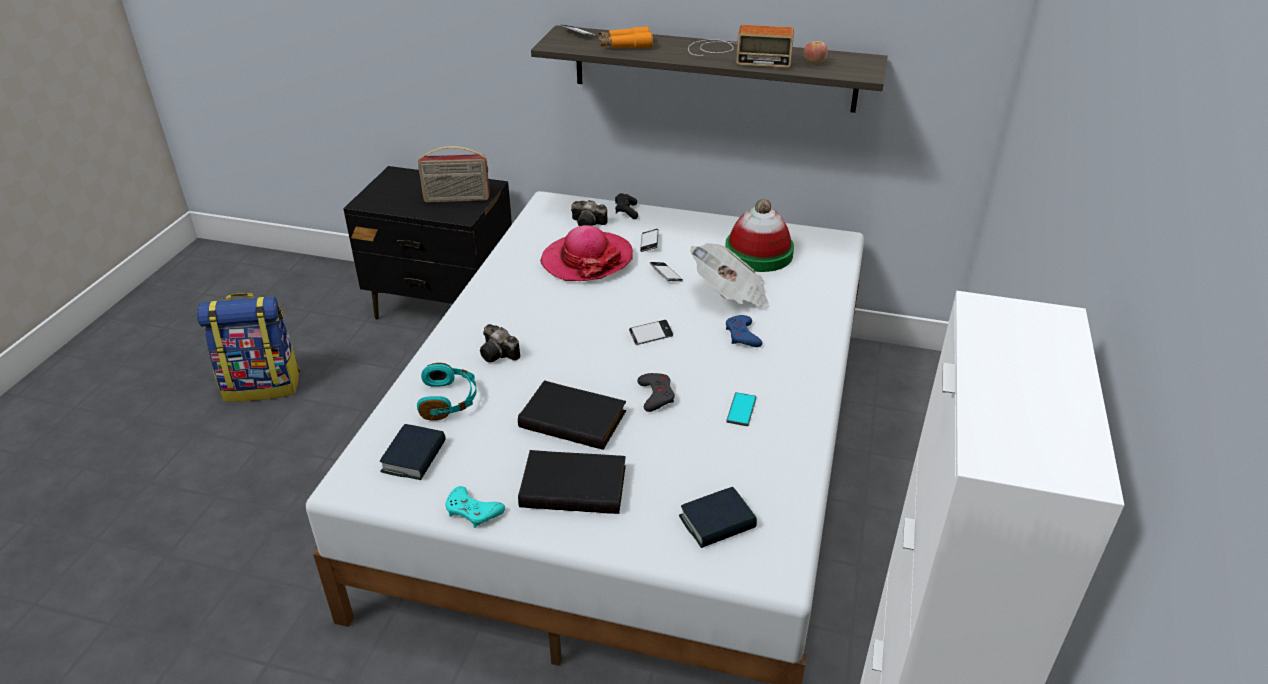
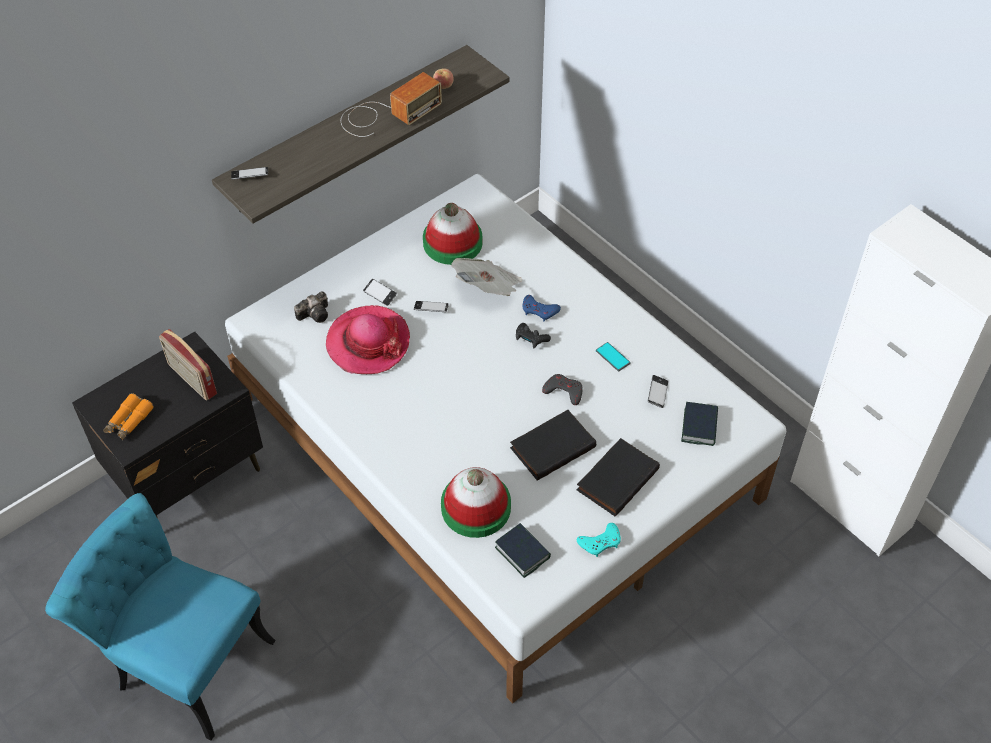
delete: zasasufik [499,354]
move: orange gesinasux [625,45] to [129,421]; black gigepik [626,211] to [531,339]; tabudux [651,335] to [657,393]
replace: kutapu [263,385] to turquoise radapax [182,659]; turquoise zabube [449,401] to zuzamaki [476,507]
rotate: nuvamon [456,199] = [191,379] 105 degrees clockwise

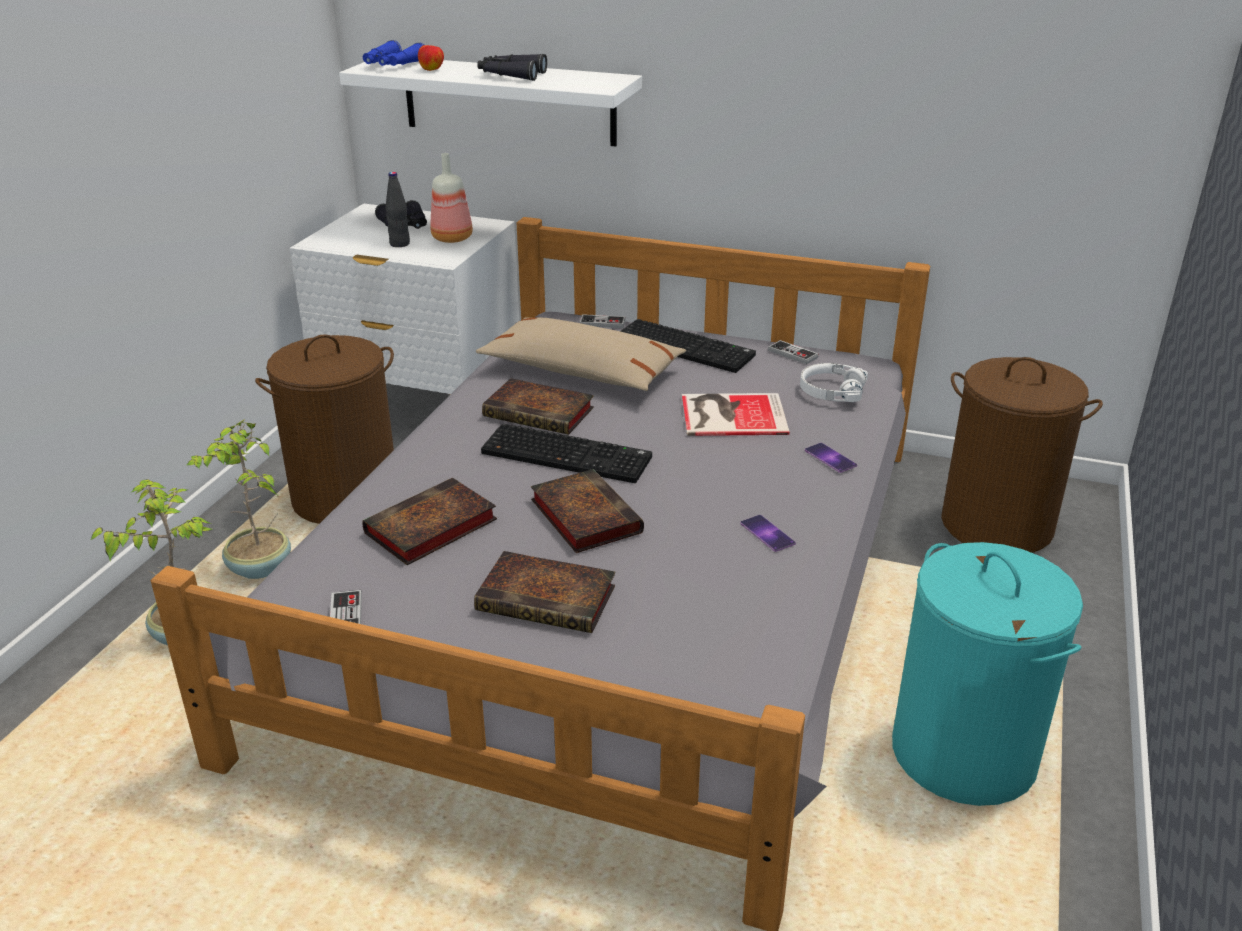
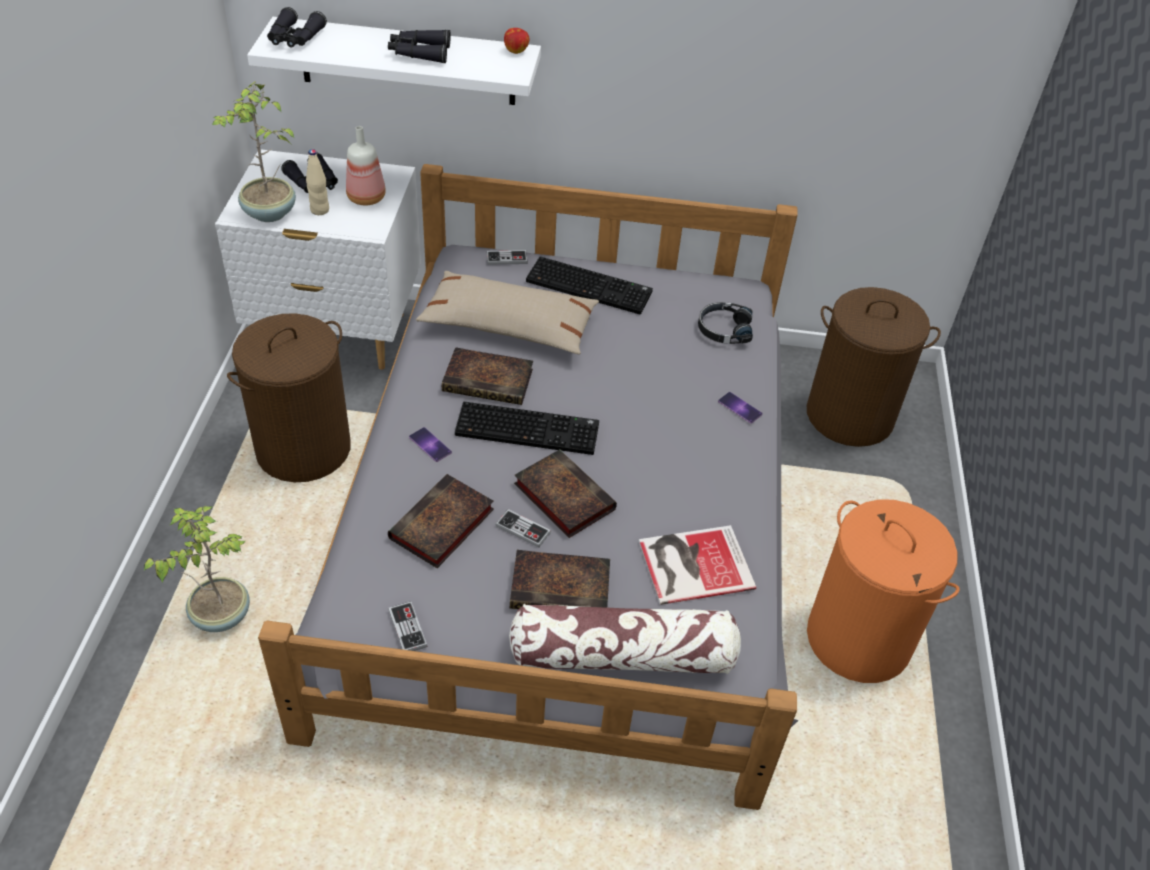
insert: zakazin [623,655]
move: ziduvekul [259,569] to [269,214]; tabudux [767,533] to [430,445]; gigepik [792,354] to [523,529]; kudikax [432,70] to [516,51]; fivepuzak [730,414] to [692,563]
recolor: blue gesinasux [392,65] to black gesinasux [294,38]; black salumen [400,244] to beige salumen [320,210]; white zabube [831,391] to black zabube [724,329]; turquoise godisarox [964,754] to orange godisarox [859,639]

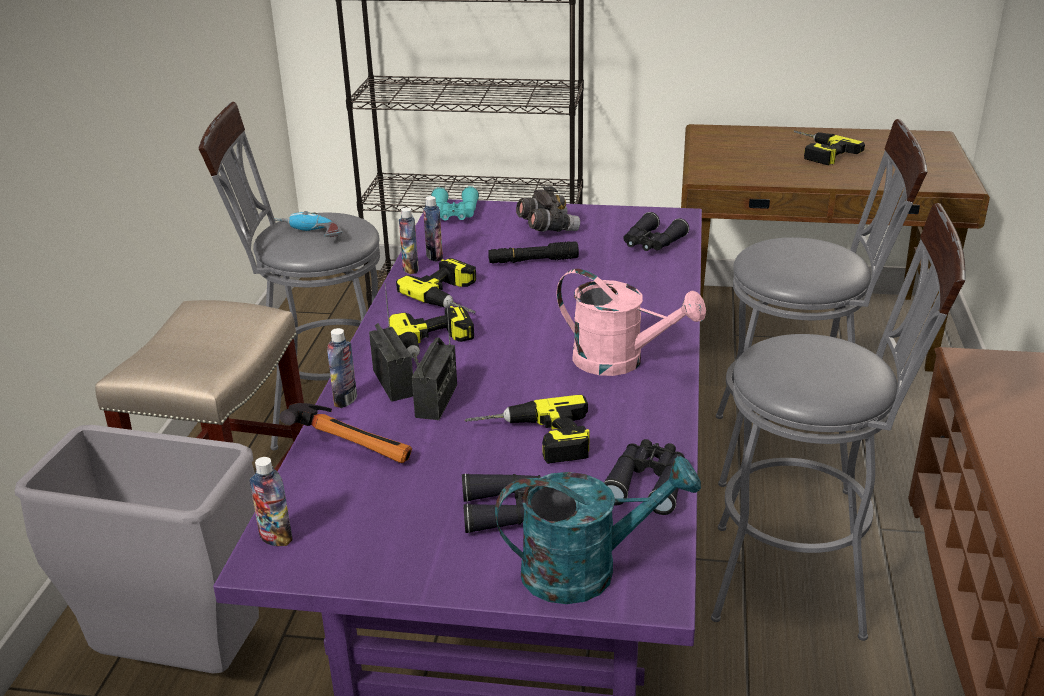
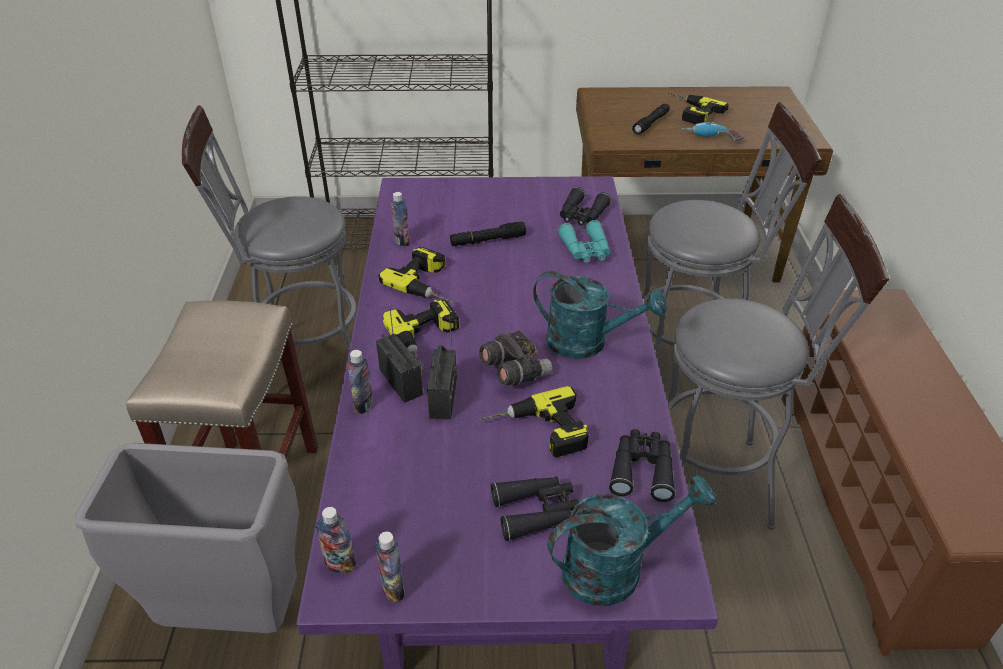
delete: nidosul [353,447]
insert: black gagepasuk [651,123]
move: salumen [410,269] to [393,589]; grey gesinasux [547,228] to [514,372]; turquoise gesinasux [454,214] to [586,250]; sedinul [309,235] to [710,139]
recolor: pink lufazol [620,361] to turquoise lufazol [587,342]

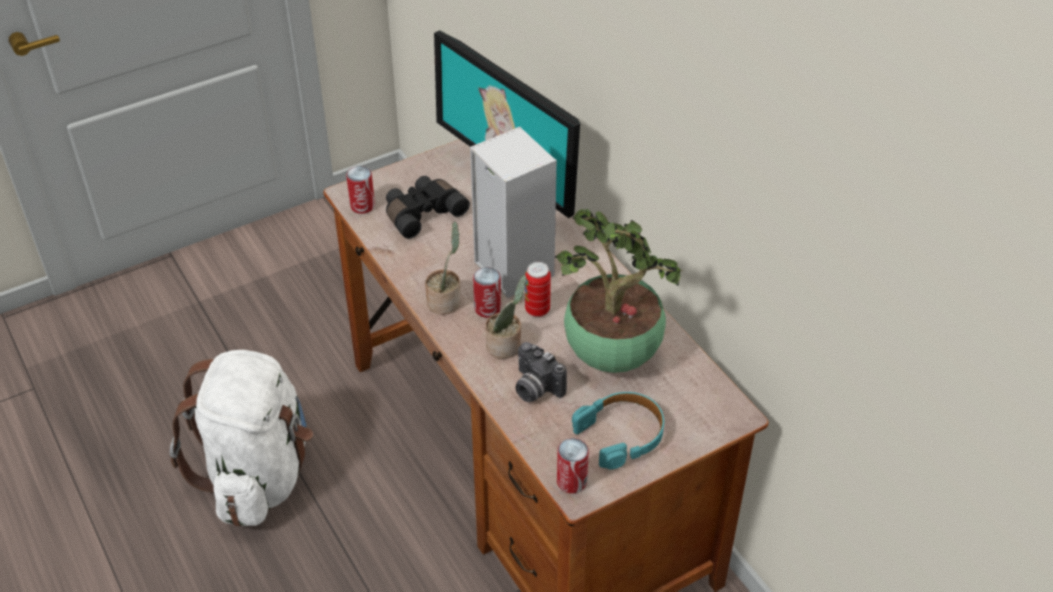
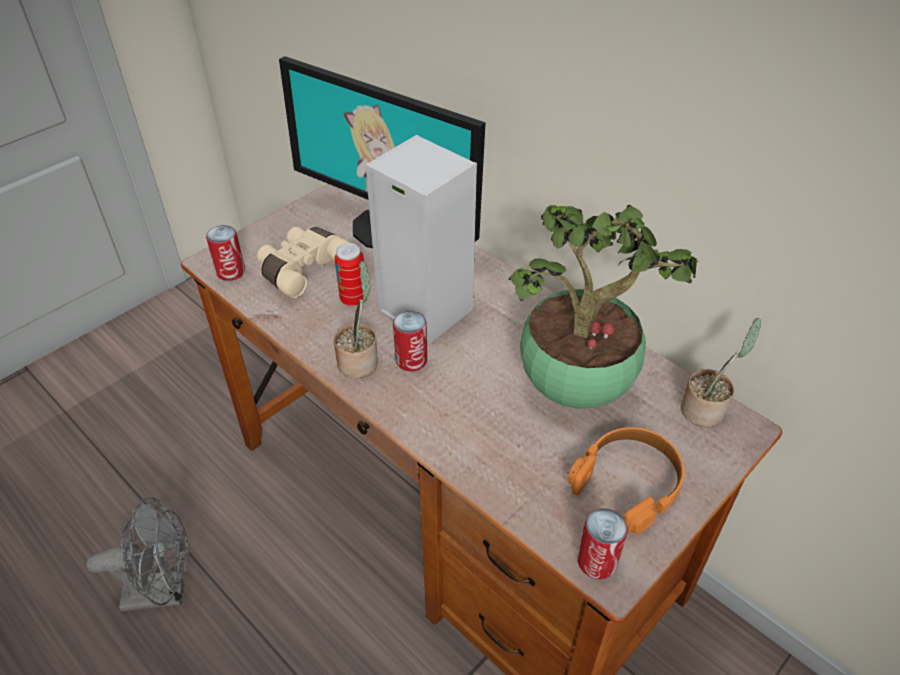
delete: zasasufik [534,388]
move: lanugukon [537,310] to [353,299]; ziduvekul [506,346] to [705,410]
replace: white kutapu [258,475] to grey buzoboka [164,590]
recolor: black gesinasux [422,213] to beige gesinasux [302,268]; turquoise zabube [621,434] to orange zabube [628,483]

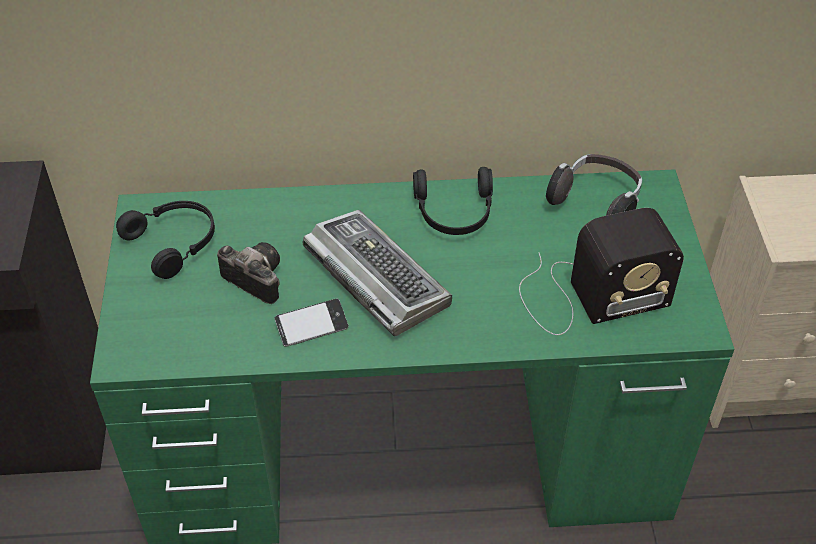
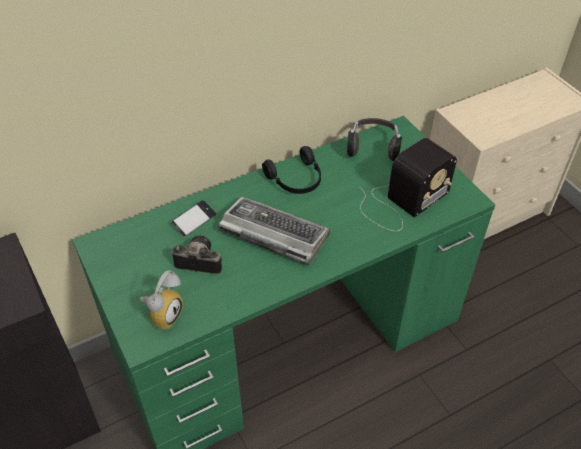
delete: black zabube [174,242]
insert: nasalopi [164,314]
move: tabudux [311,326] to [194,221]

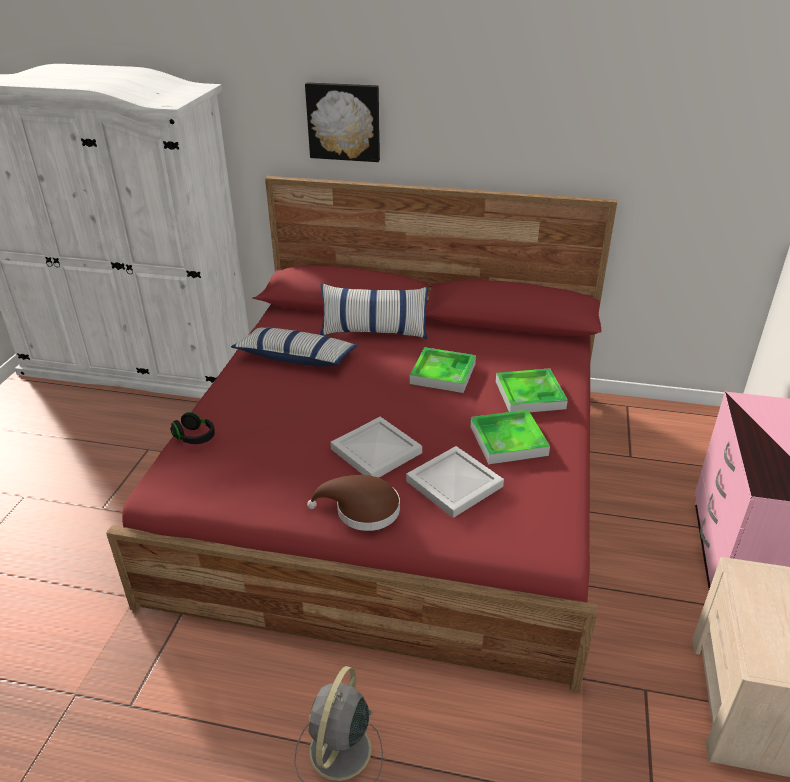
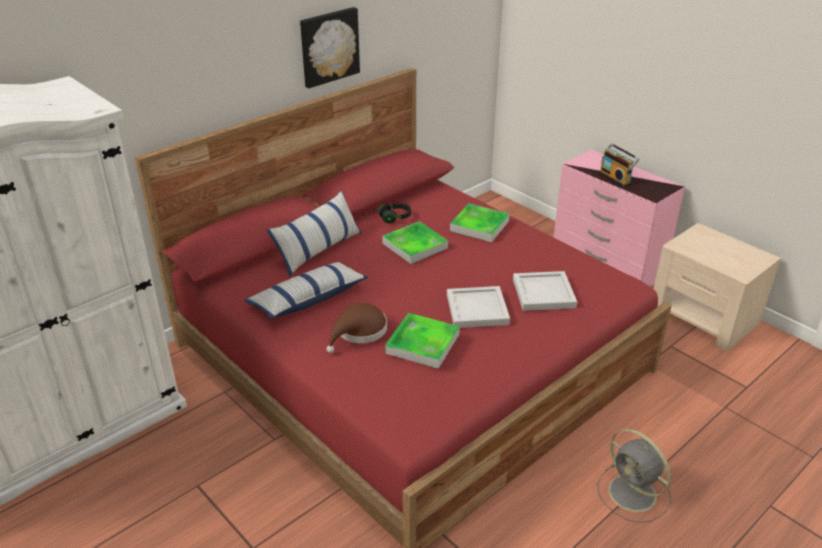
insert: nuvamon [616,178]
move: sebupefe [344,121] to [329,46]; brown zuzamaki [362,510] to [359,332]; black zabube [195,437] to [395,218]; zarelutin [508,440] to [422,344]

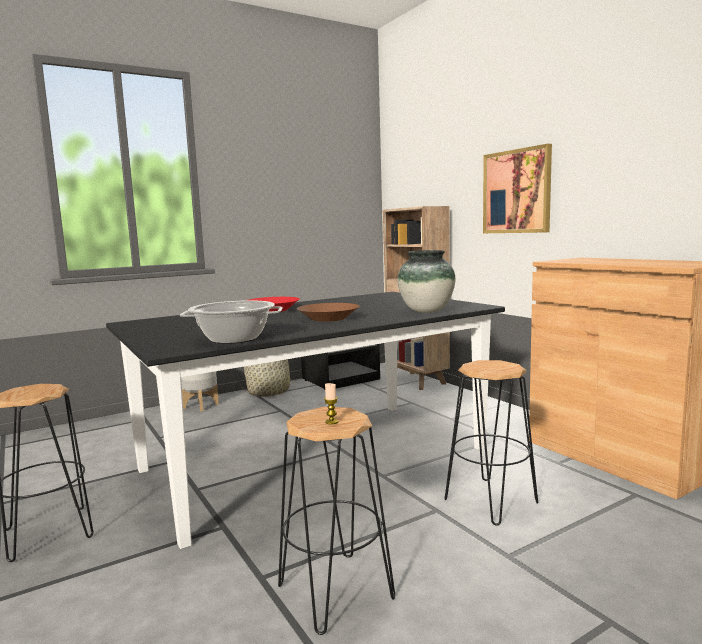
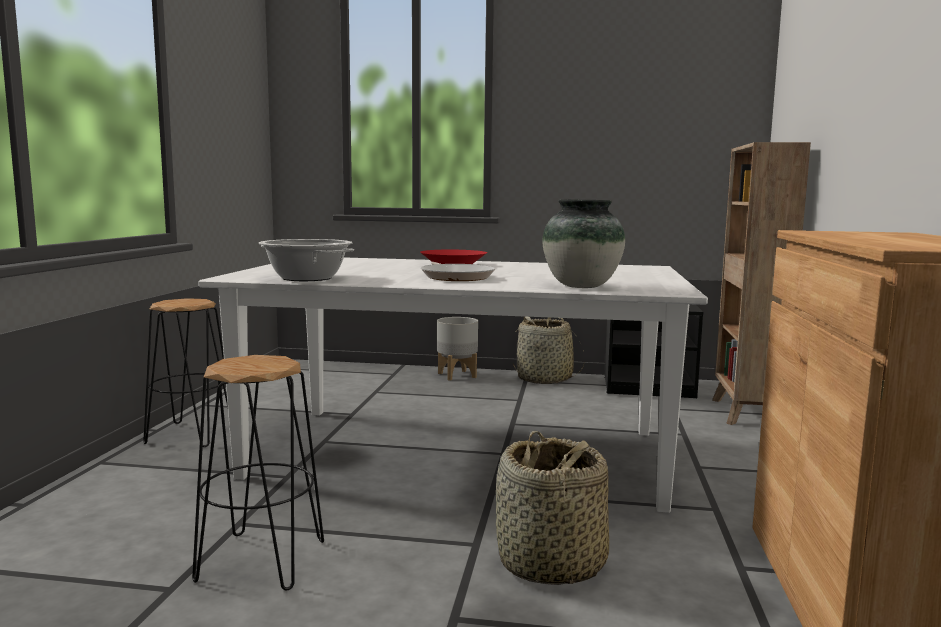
delete: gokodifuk [331,422]; sebupefe [517,191]
replace: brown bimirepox [328,318] to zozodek [456,277]; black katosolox [490,501] to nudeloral [551,563]
recolor: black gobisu [315,459] to white gobisu [461,453]

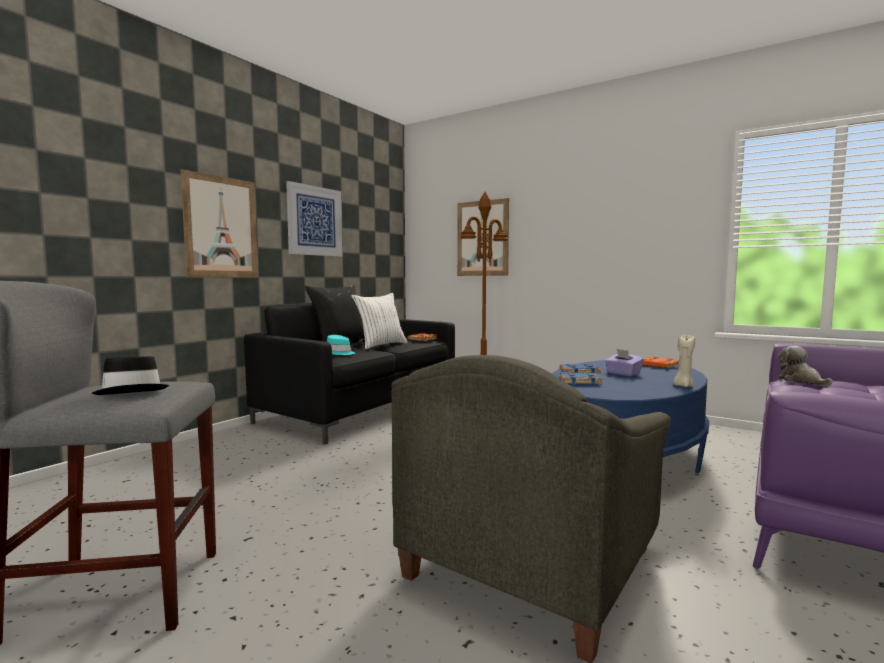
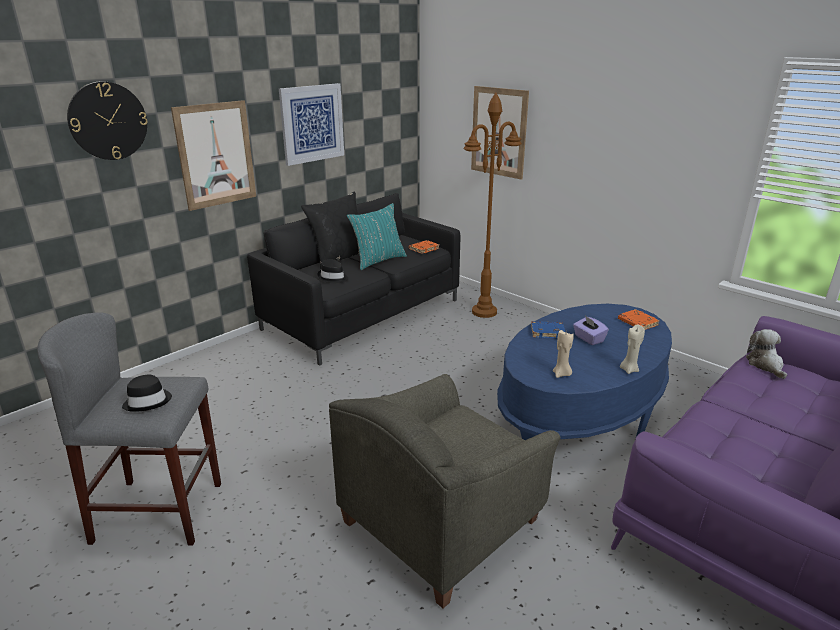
delete: blue fivepuzak [580,382]
insert: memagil [108,121]; beige gokodifuk [561,374]
recolor: turquoise zuzamaki [339,352] to black zuzamaki [333,277]; white zakazin [380,346] to turquoise zakazin [378,261]

